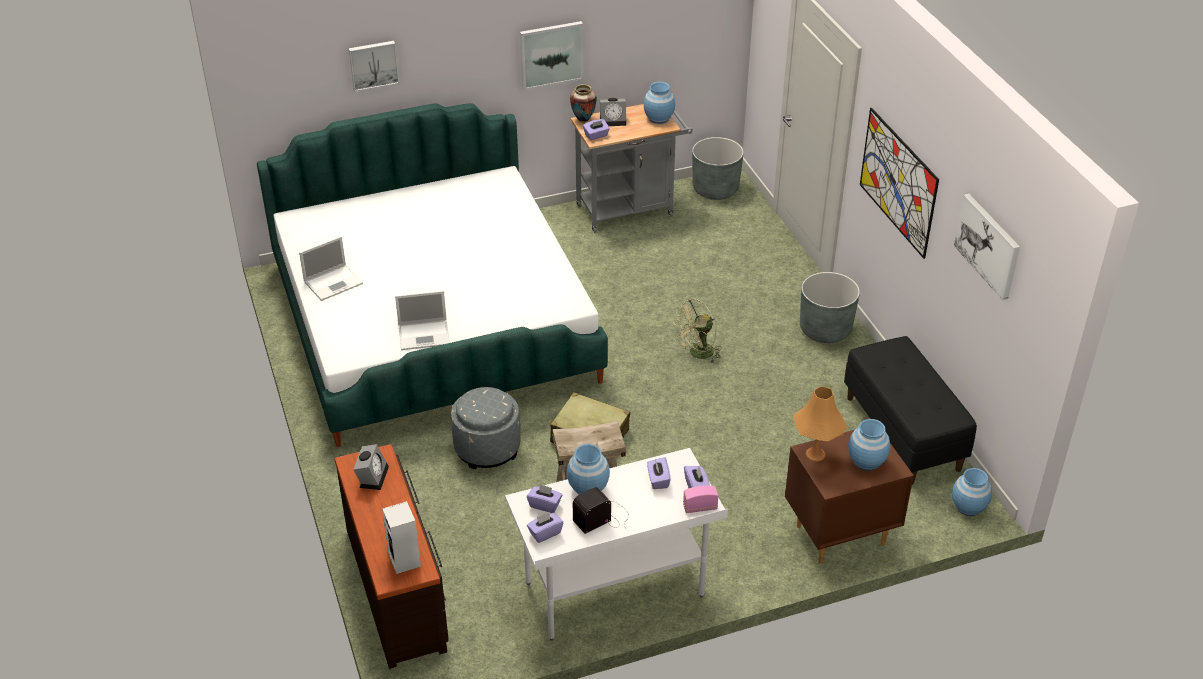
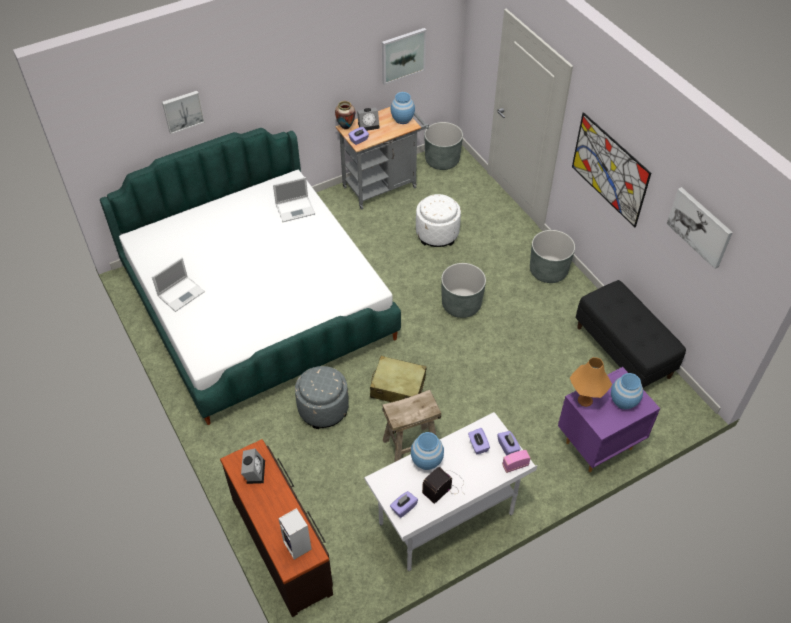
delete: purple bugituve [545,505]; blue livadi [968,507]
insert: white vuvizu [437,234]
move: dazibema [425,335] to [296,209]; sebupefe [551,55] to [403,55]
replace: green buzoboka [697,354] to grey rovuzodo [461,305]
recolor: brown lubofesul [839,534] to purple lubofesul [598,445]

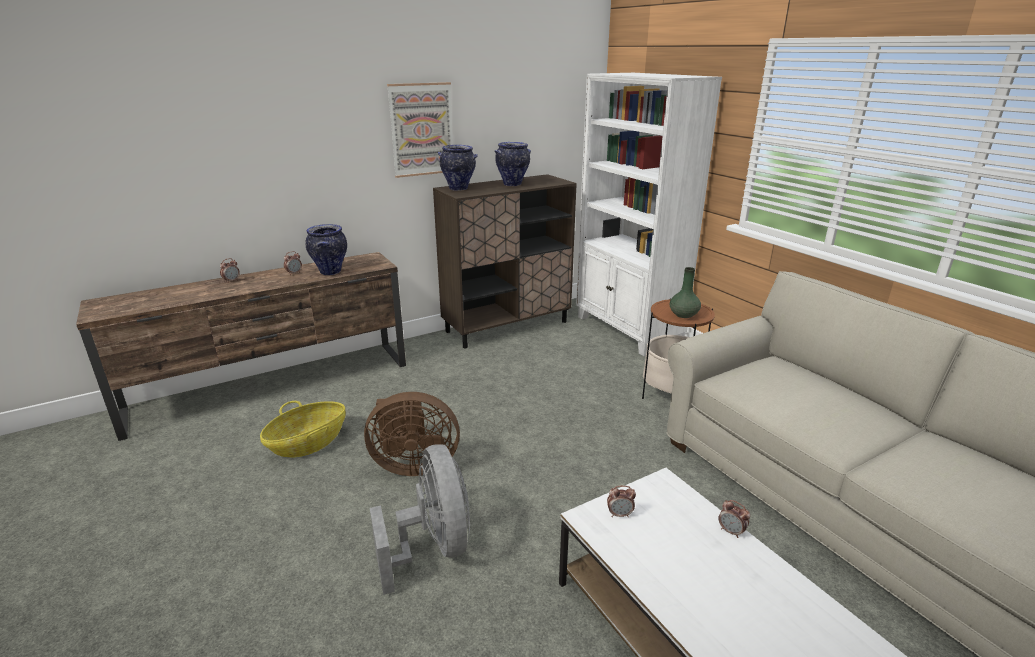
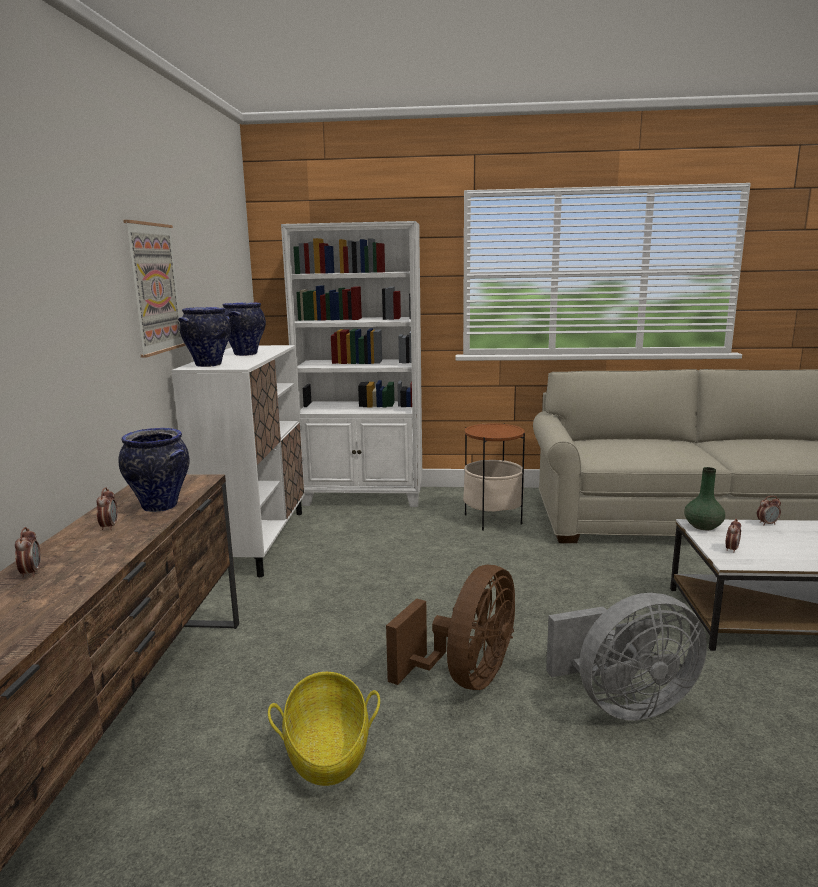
move: green livadi [684,315] to [703,526]
recolor: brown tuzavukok [507,326] to white tuzavukok [257,541]
rotate: grey buzoboka [433,547] = [623,704] 150 degrees clockwise

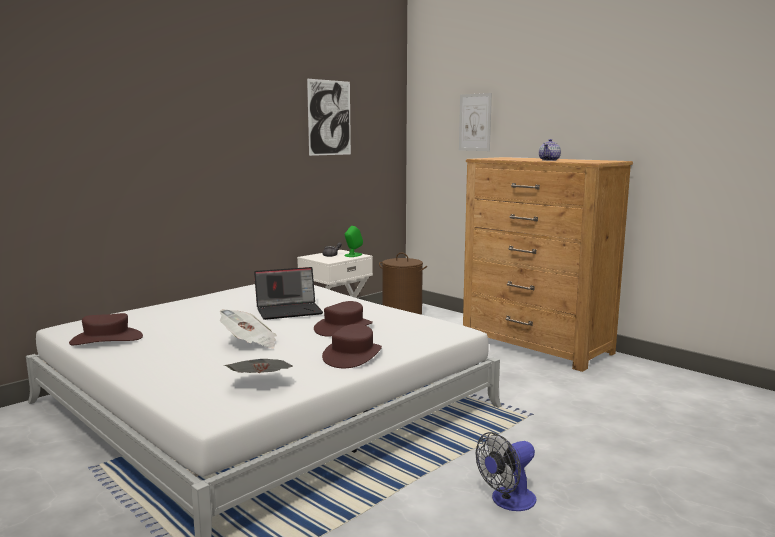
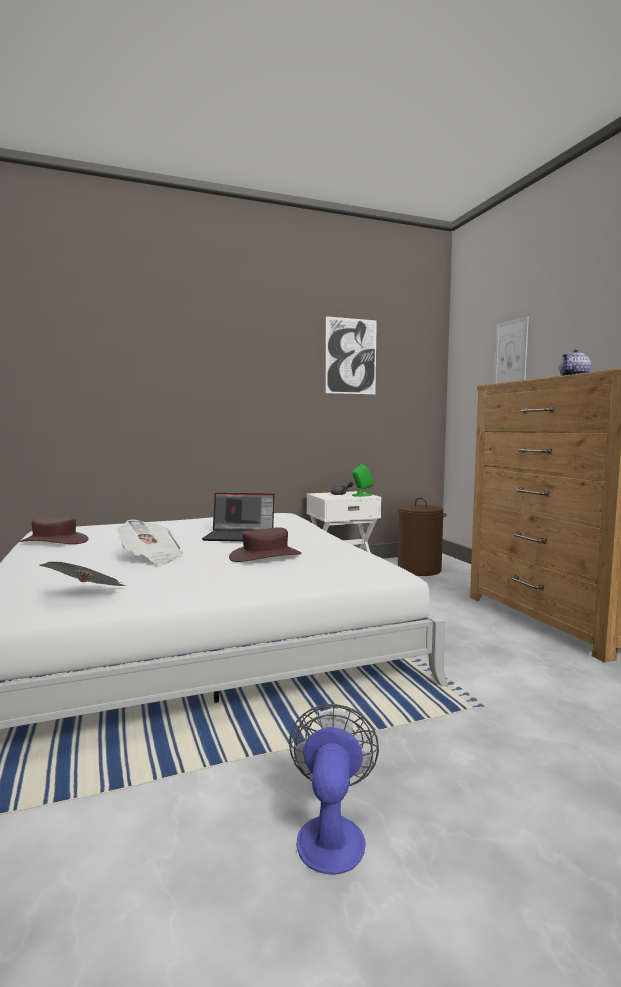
delete: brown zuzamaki [352,355]
rotate: buzoboka [507,501] = [331,832] 105 degrees clockwise

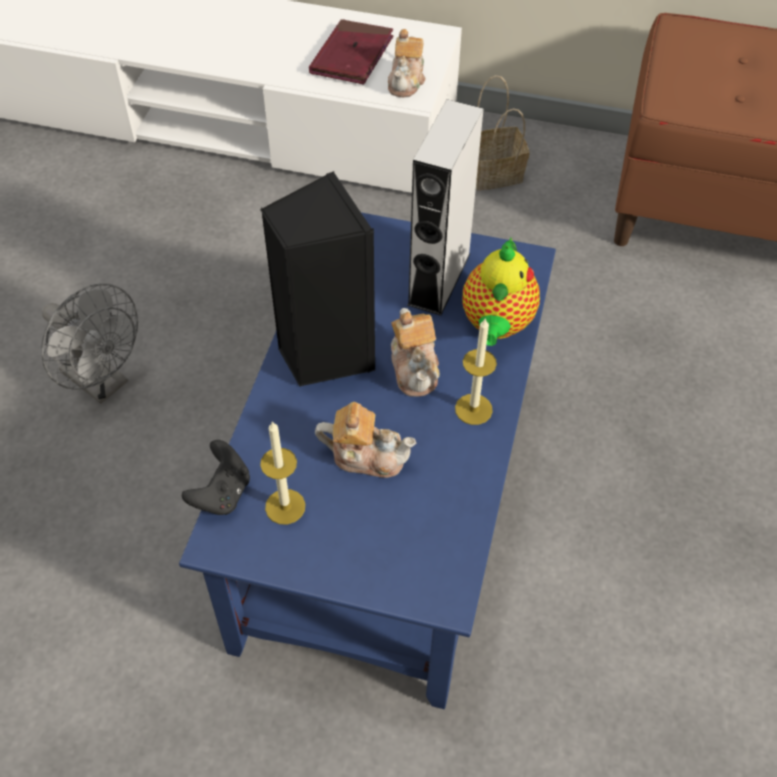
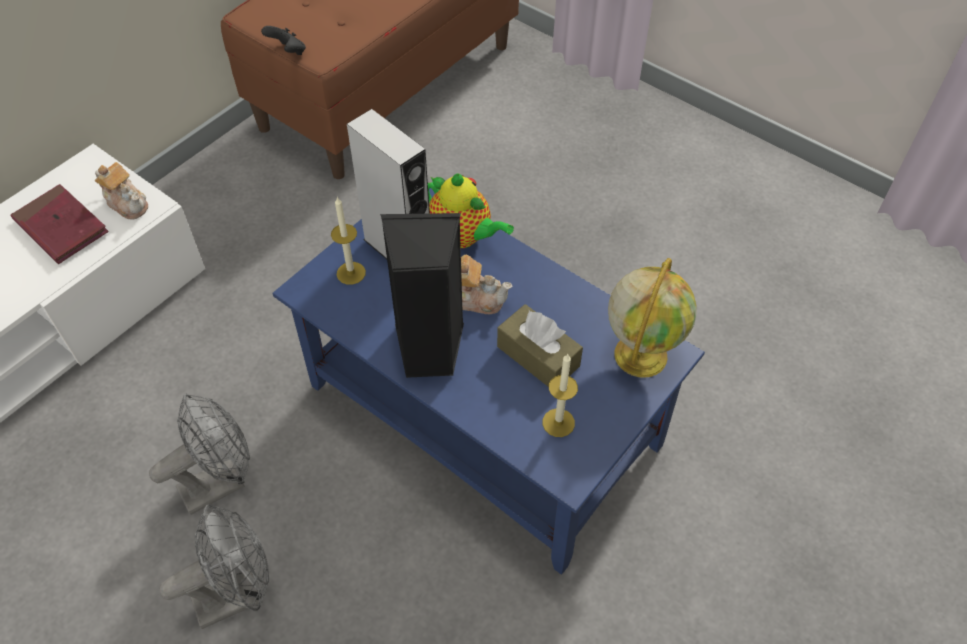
delete: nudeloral [495,173]
insert: grey buzoboka [221,482]; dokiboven [640,353]
move: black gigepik [222,493] to [288,52]; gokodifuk [473,409] to [351,273]
replace: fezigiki [366,455] to brown bugituve [538,356]

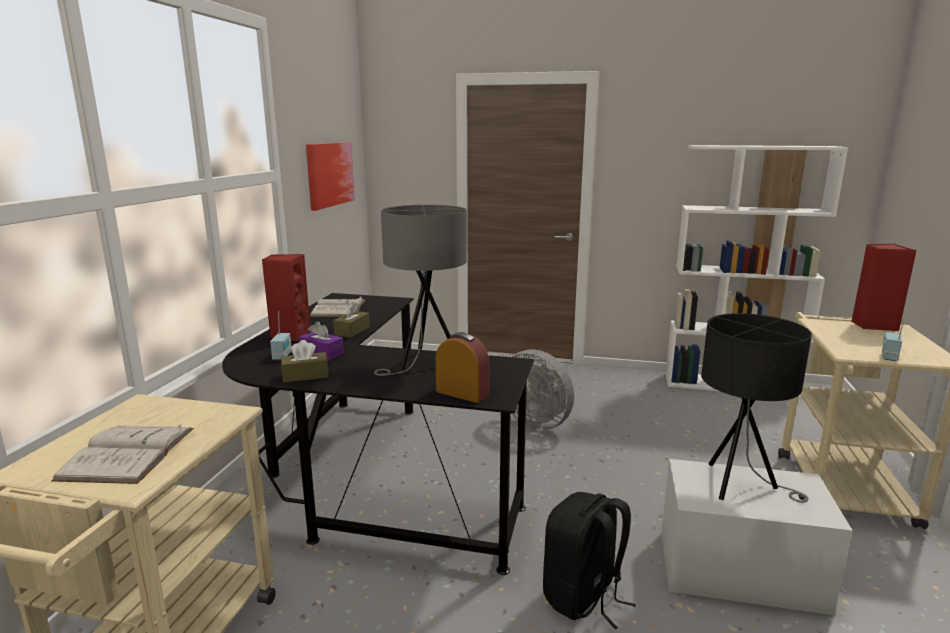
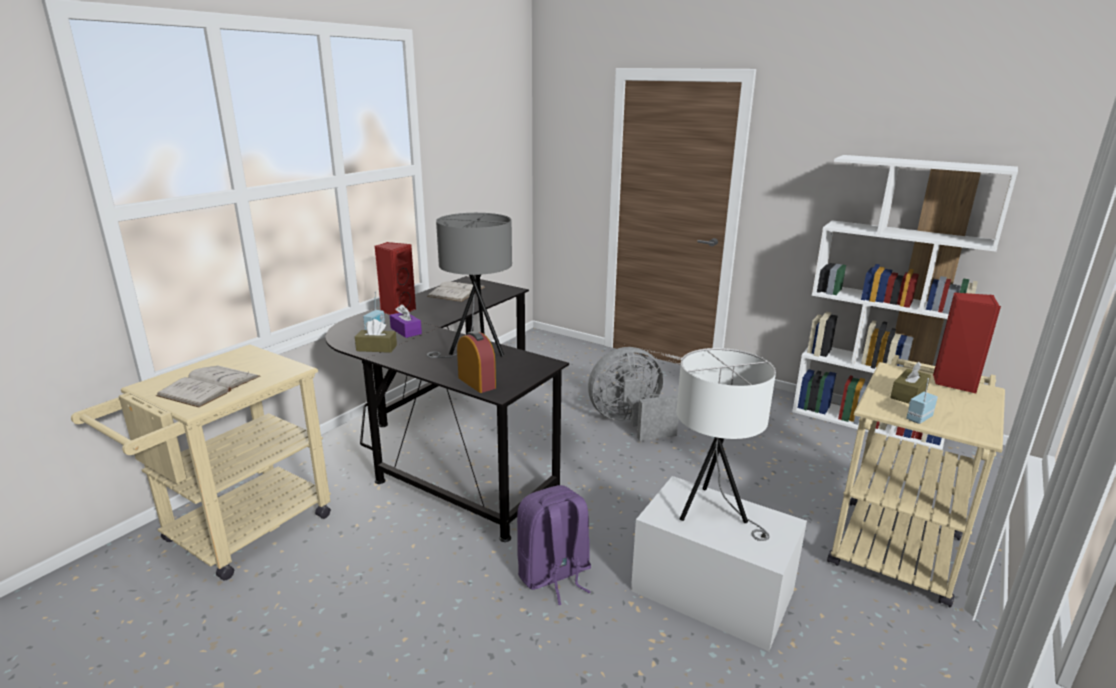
delete: sebupefe [330,174]
move: brown bugituve [352,331] to [908,394]
recolor: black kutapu [583,597] to purple kutapu [554,575]; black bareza [739,486] to white bareza [713,513]
rotate: grey buzoboka [538,422] = [630,423] 105 degrees clockwise

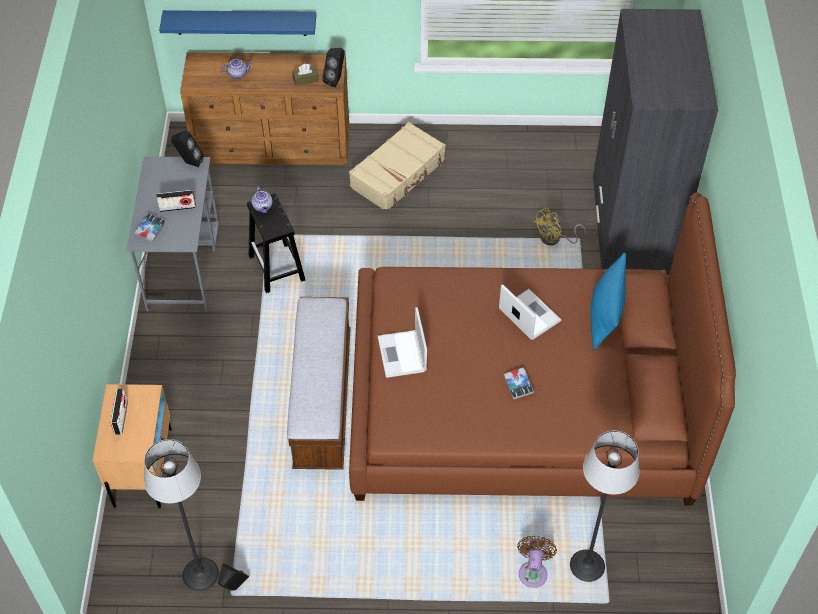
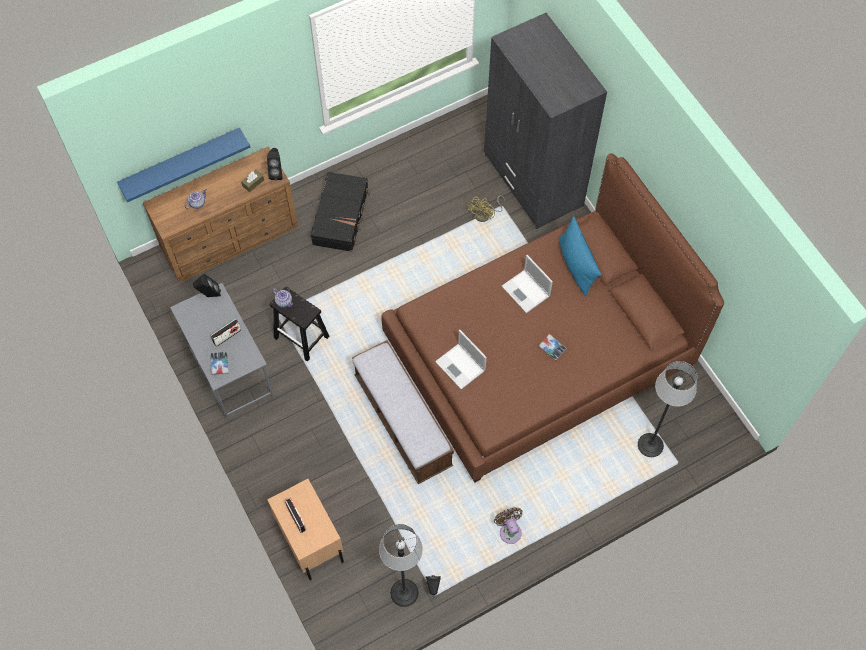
move: brown buzoboka [533,571] to [509,530]
recolor: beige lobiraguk [398,174] to black lobiraguk [341,216]
rotate: dazibema [528,314] = [526,291] 150 degrees counterclockwise

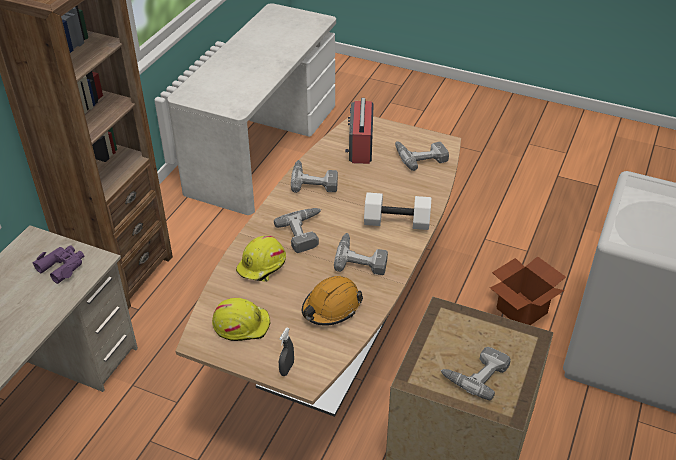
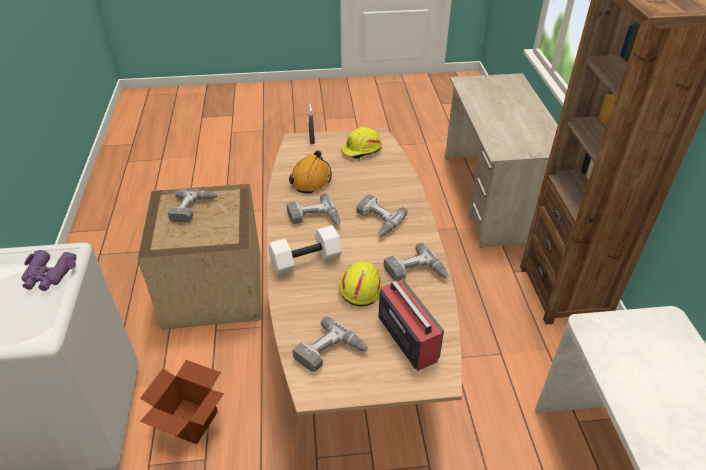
move: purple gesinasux [62,266] to [49,275]; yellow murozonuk [262,266] to [359,287]

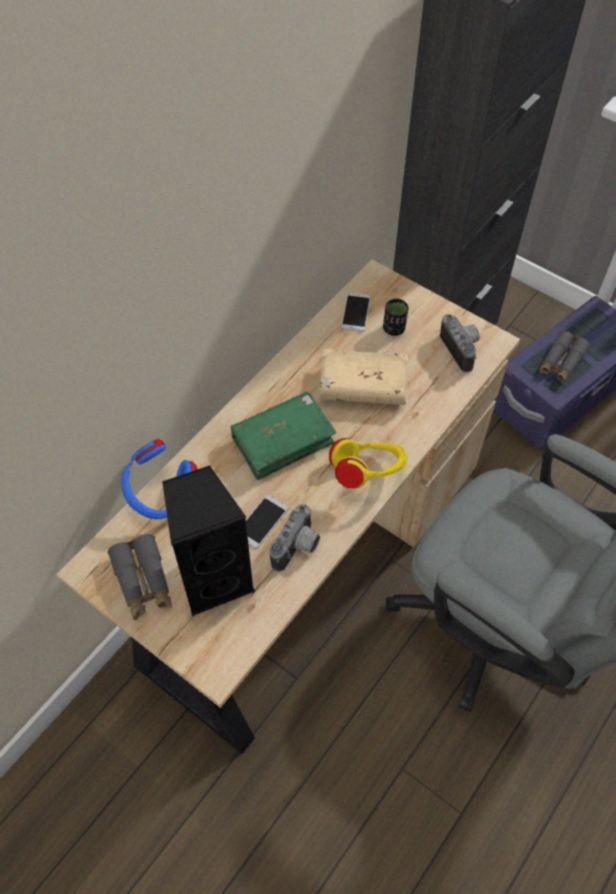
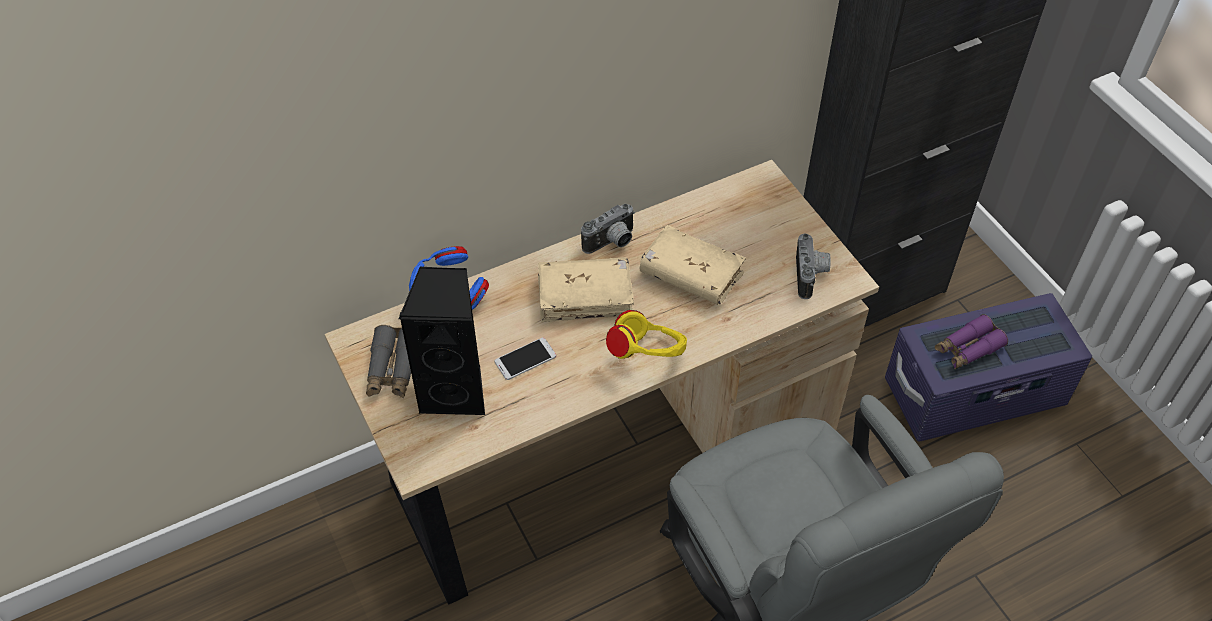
delete: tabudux [356,312]; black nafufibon [394,329]
move: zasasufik [298,548] to [612,243]
recolor: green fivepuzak [283,441] to beige fivepuzak [585,296]; grey gesinasux [561,363] to purple gesinasux [968,348]

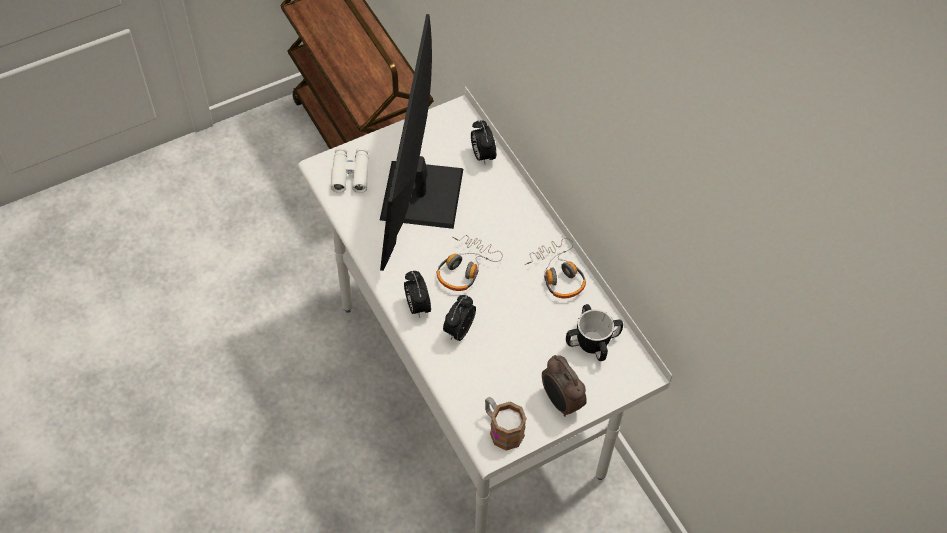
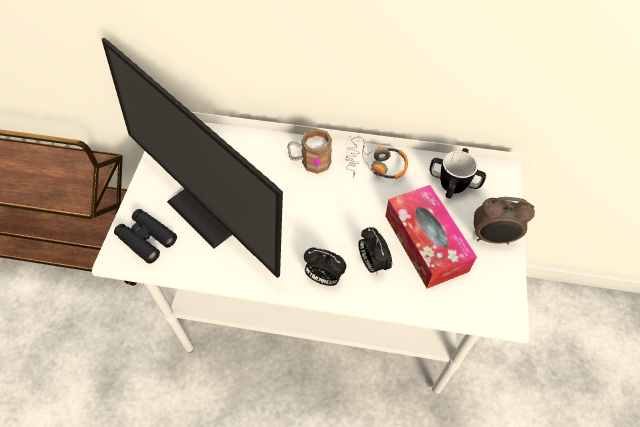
delete: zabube [465,268]; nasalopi [482,155]
insert: bugituve [426,243]
move: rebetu [502,429] to [310,162]
recolor: white gesinasux [350,173] to black gesinasux [147,239]

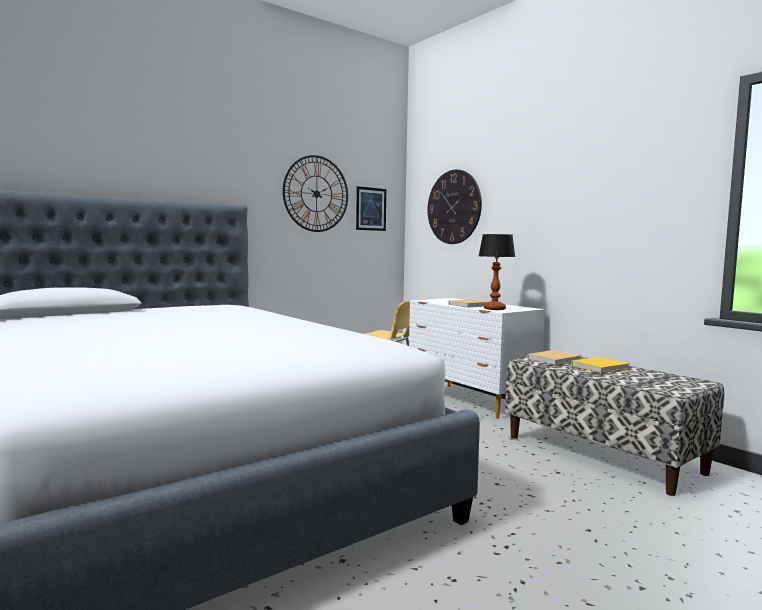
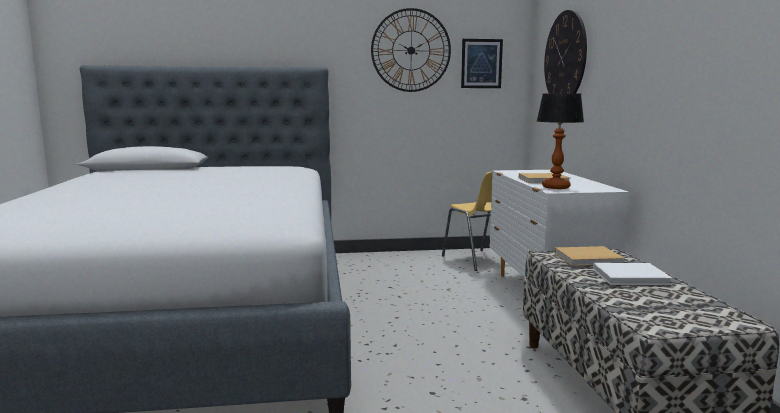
recolor: yellow fivepuzak [601,367] to white fivepuzak [632,276]

